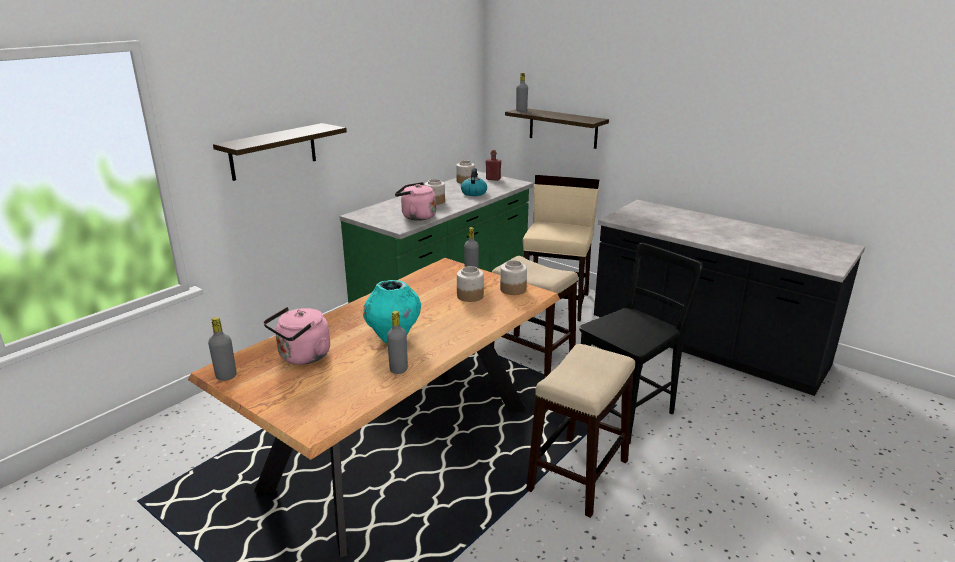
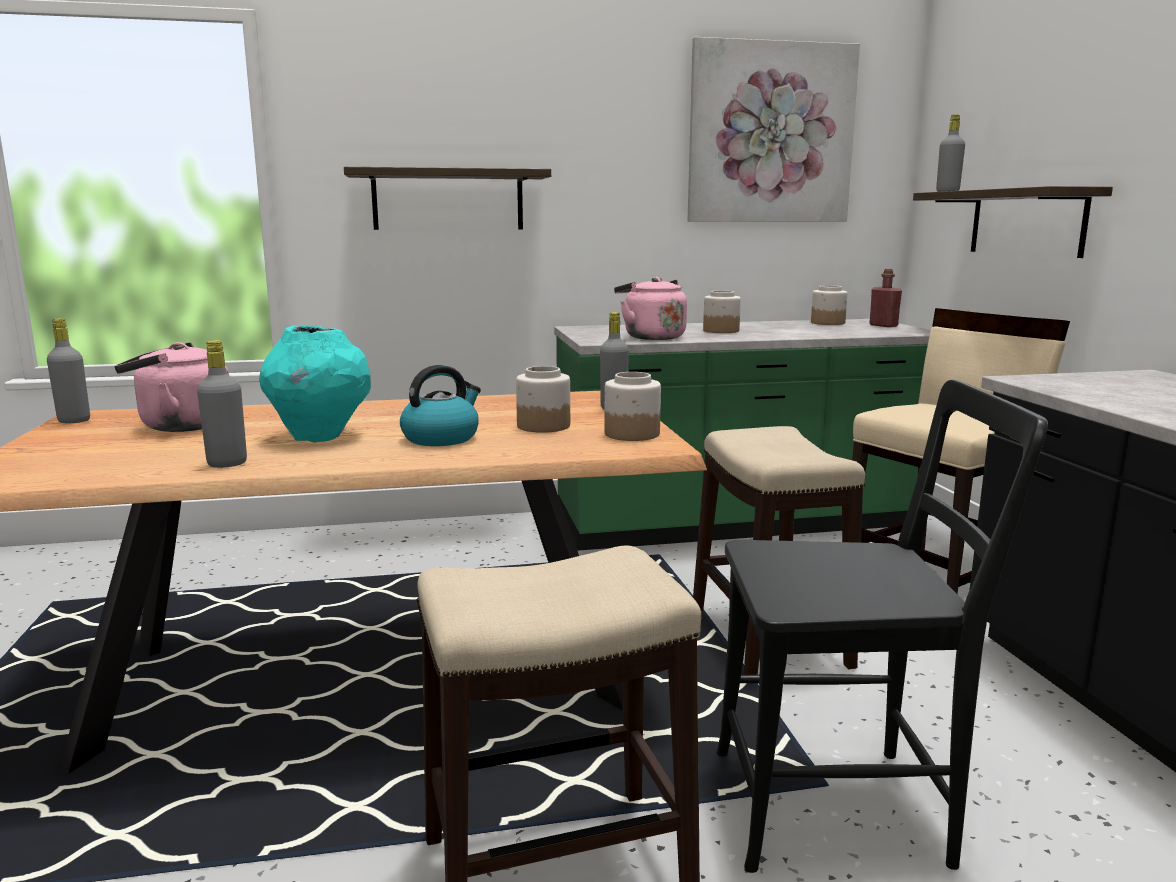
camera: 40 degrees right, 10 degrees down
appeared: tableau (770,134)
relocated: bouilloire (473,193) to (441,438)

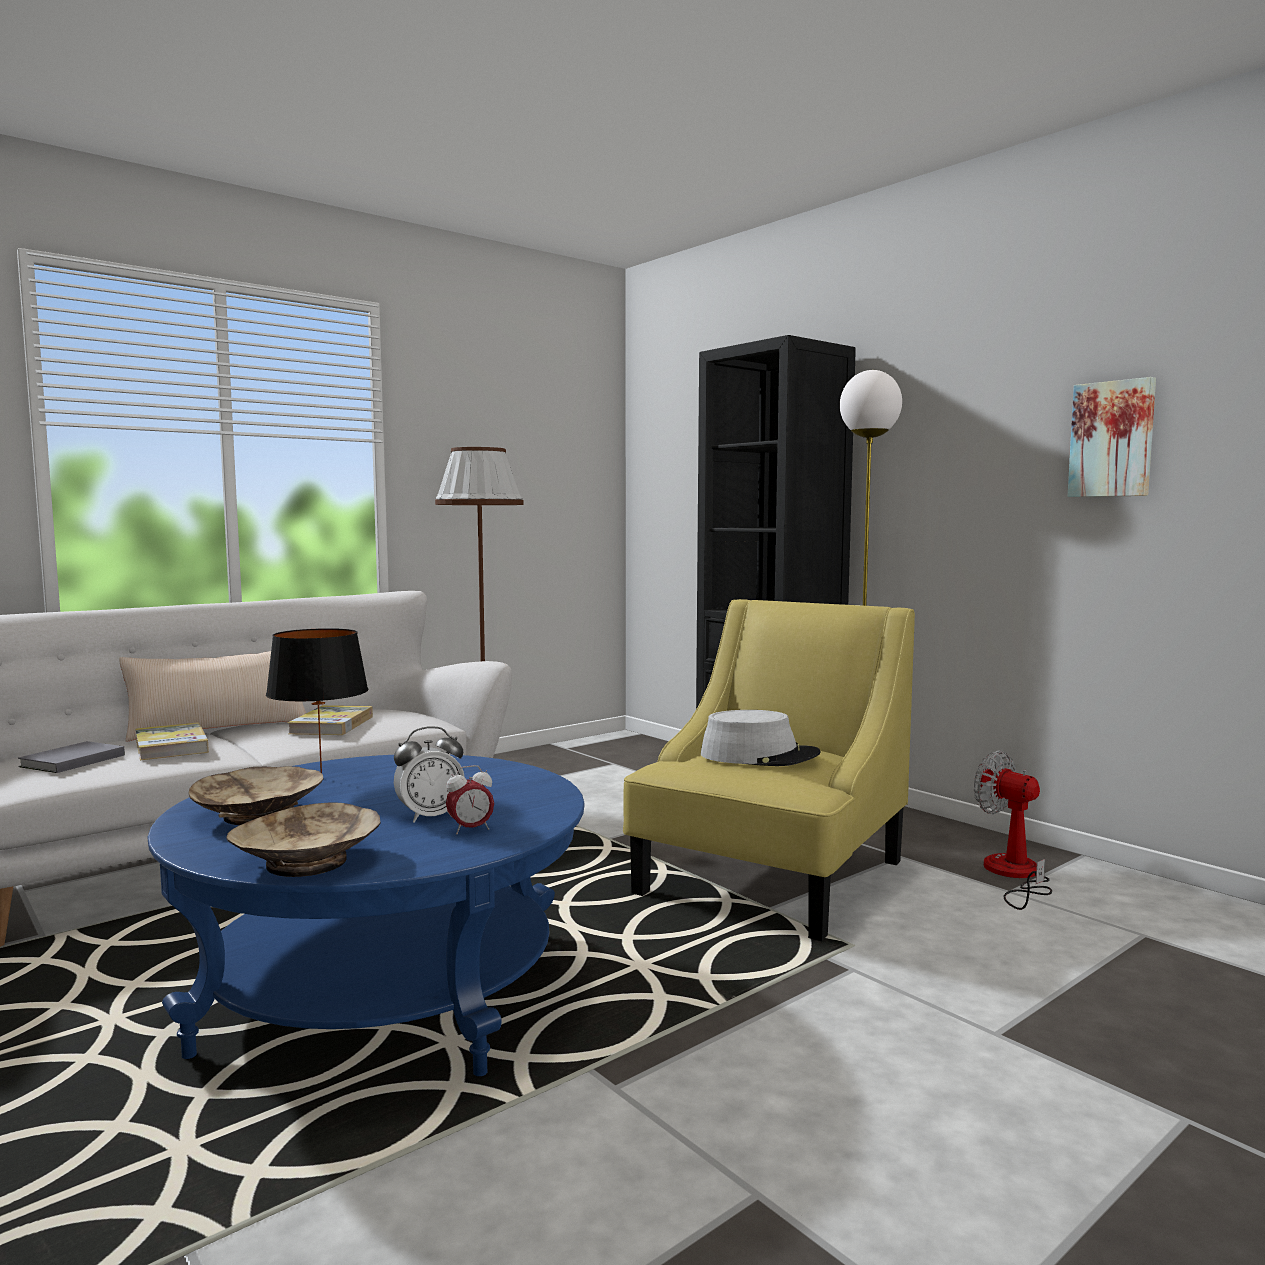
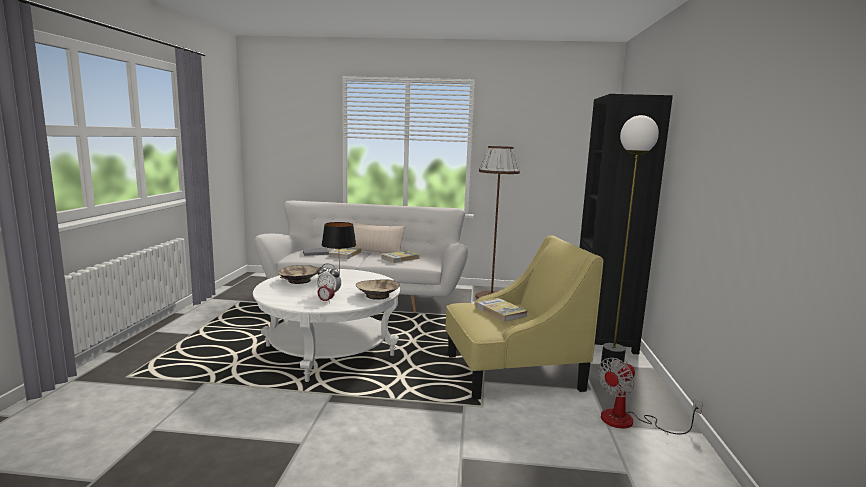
camera: 45 degrees right, 5 degrees up
missing: tableau (1112,439)
relocated: bol (beige) (307,862) to (378,295)
exchanged: chapeau (gris) (759,755) to livre (500,312)
colour: table basse (bleu) (385,991) to table basse (blanc) (329,351)
spun: ventilateur (1014,875) = (629,421) 135 degrees counterclockwise

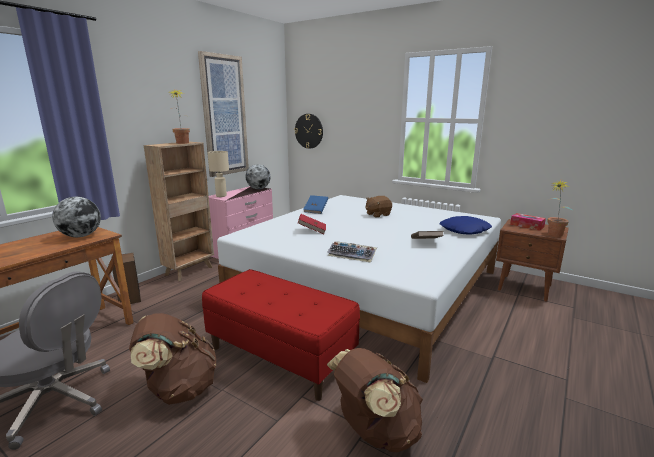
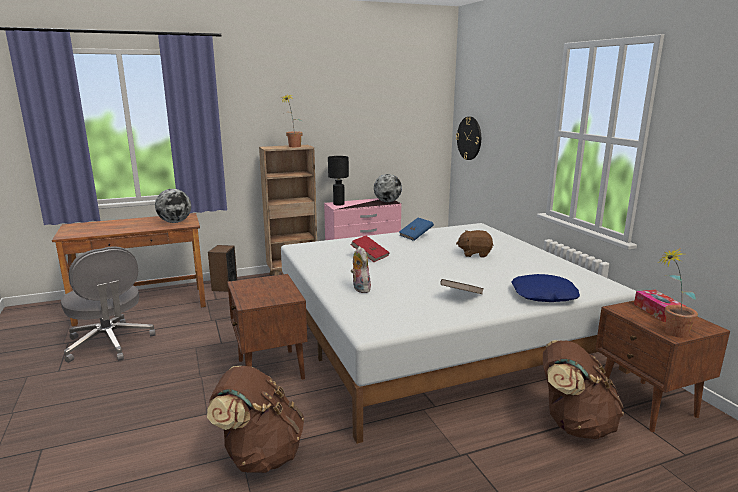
camera: 35 degrees right, 0 degrees up
missing: tableau (224,116)
relocated: sac à dos (marron) (179,389) to (574,424)
exchanged: clavier (352,255) to peluche (359,289); banc (rouge) (281,356) to table de chevet (marron) (270,370)
colour: lampe de table (beige) (221,196) to lampe de table (noir) (338,204)

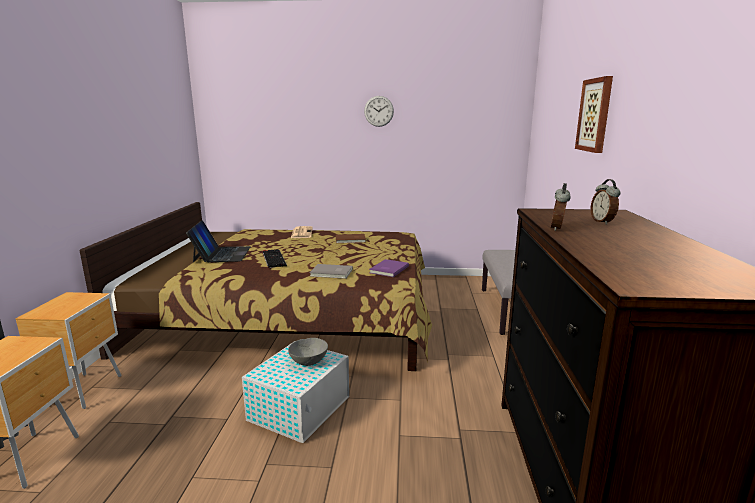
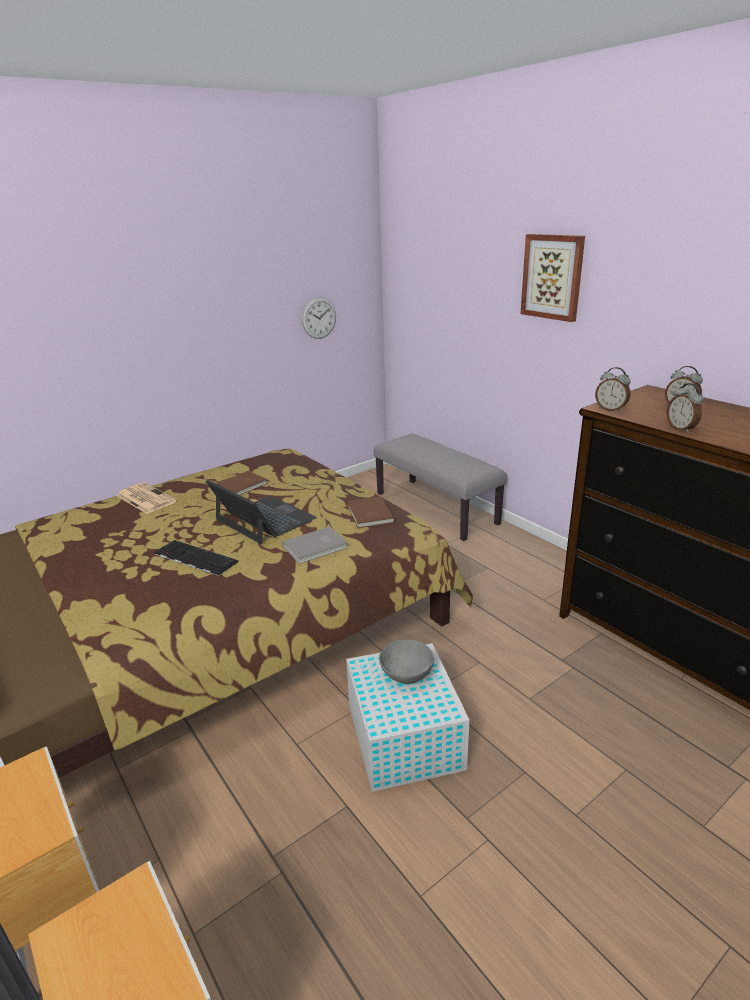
camera: 40 degrees left, 10 degrees up
appeared: réveil (610,409)
relocated: horloge murale (379,111) to (319,318); ordinateur portable (221,254) to (264,519)
colour: livre (violet) (388,269) to livre (marron) (369,514)

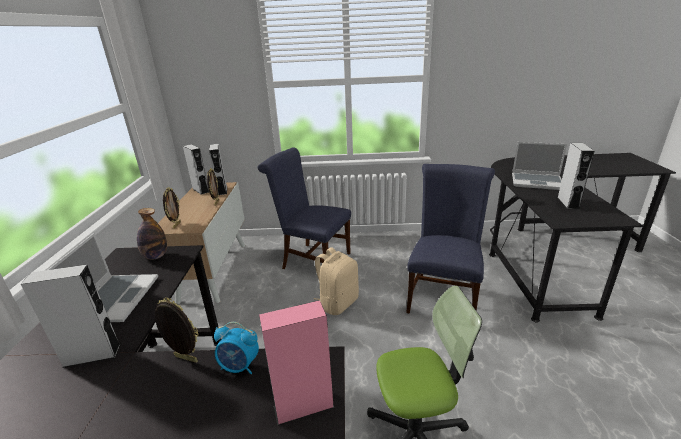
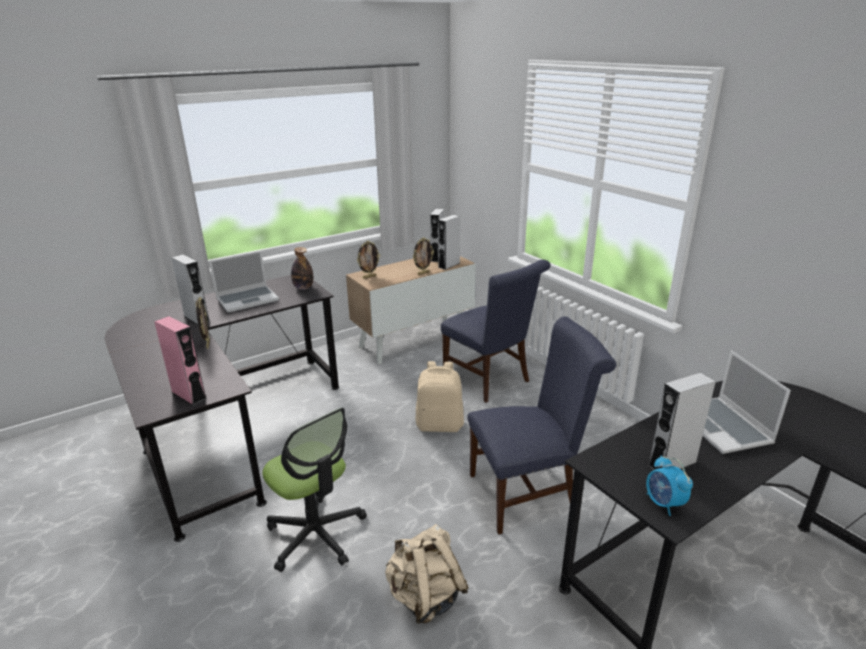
camera: 55 degrees right, 0 degrees up
appeared: sac à dos (beige) (425,597)
relocated: réveil (240,366) to (663,503)
spun: chaise (bleu) (312,260) = (490,380) 150 degrees clockwise

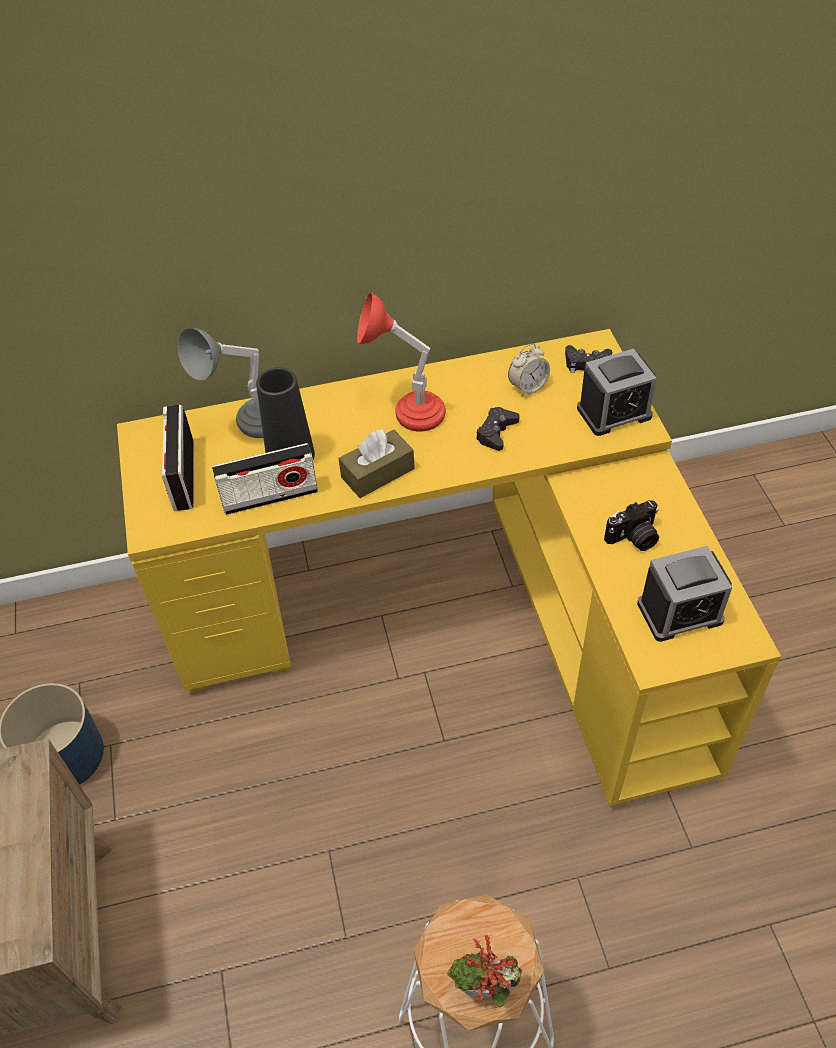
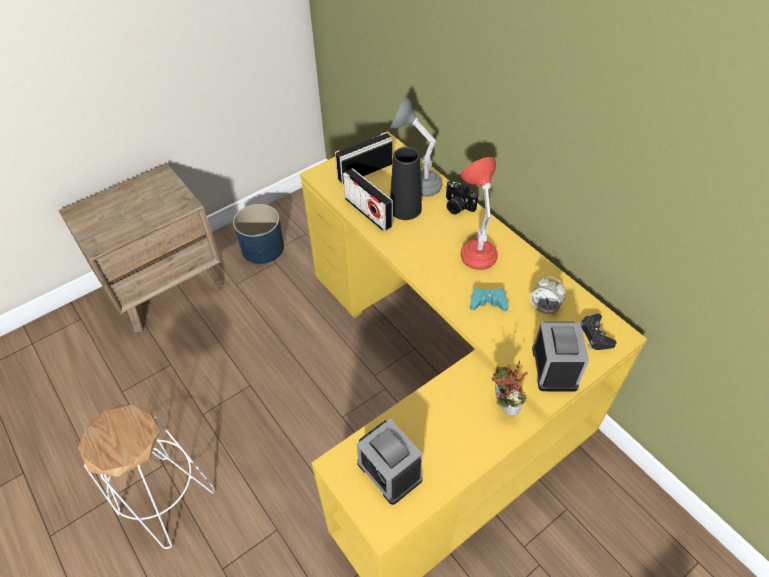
camera: 65 degrees right, 0 degrees up
missing: boîte à mouchoirs (marron) (377,473)
relocated: appareil photo (634,538) to (457,206); plante en pot (484,994) to (502,407)
colour: manette (noir) (496,432) to manette (turquoise) (488,302)
spun: réveil (614,412) = (554,368) 135 degrees counterclockwise

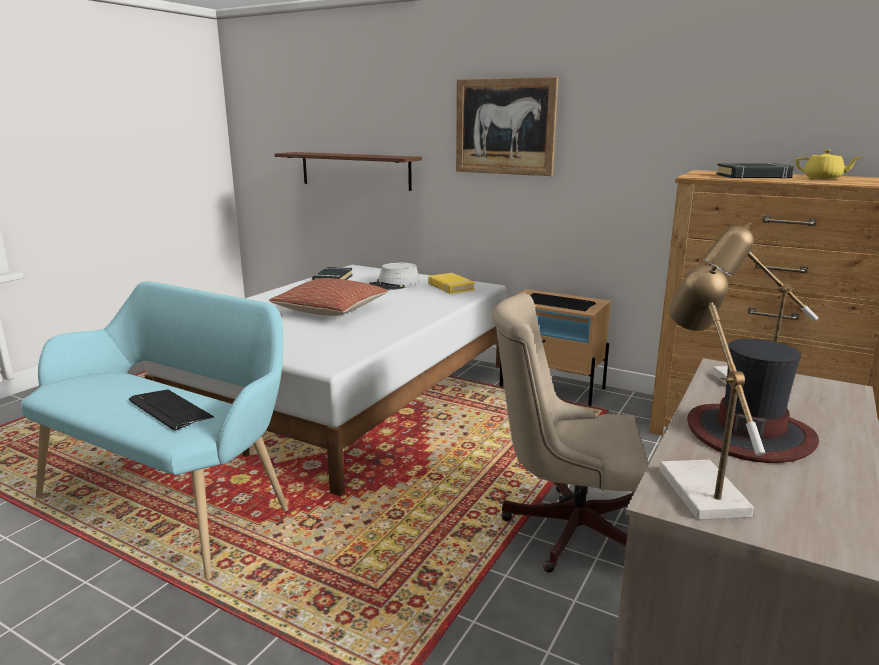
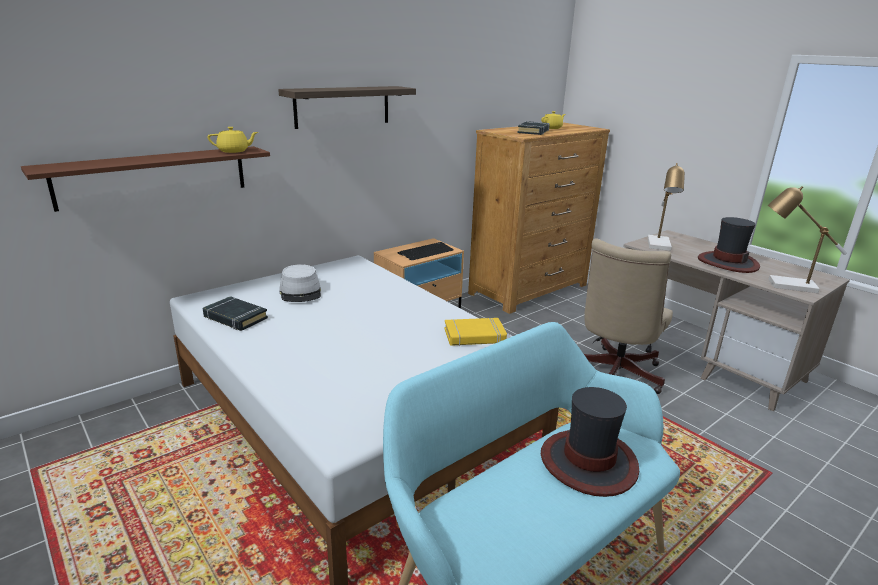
camera: 70 degrees left, 5 degrees up
missing: coussin (331,310)
appeared: théière (jaune) (234,151)
relocated: livre (jaune) (450,287) to (474,336)
exchanged: tableau (504,127) to étagère (342,106); clavier (169,410) to chapeau (589,462)

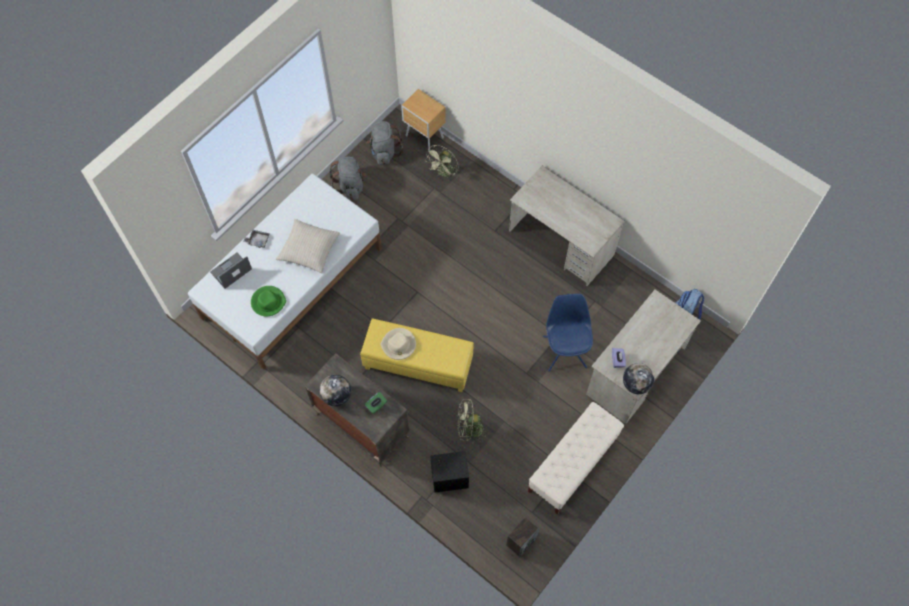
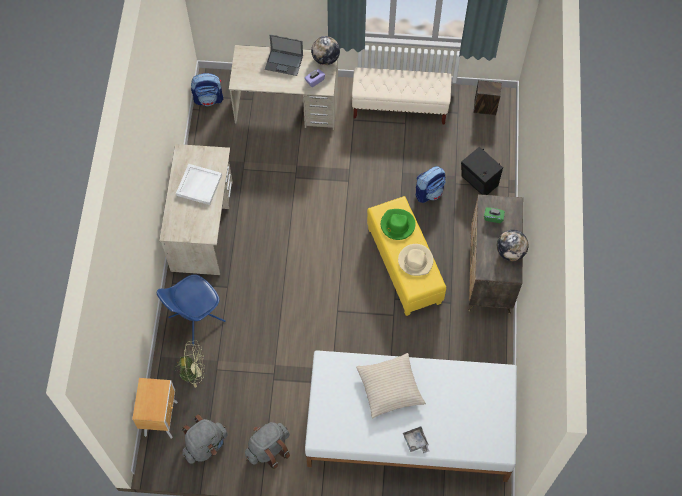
camera: 125 degrees left, 0 degrees up
appeared: plateau (blanc) (199,185)
relocated: ordinateur portable (230,271) to (284,62); chapeau (vert) (268,302) to (397,225); chaise (bleu) (564,350) to (196,320)
exchanged: ventilateur (vert) (469,430) to sac à dos (429,192)

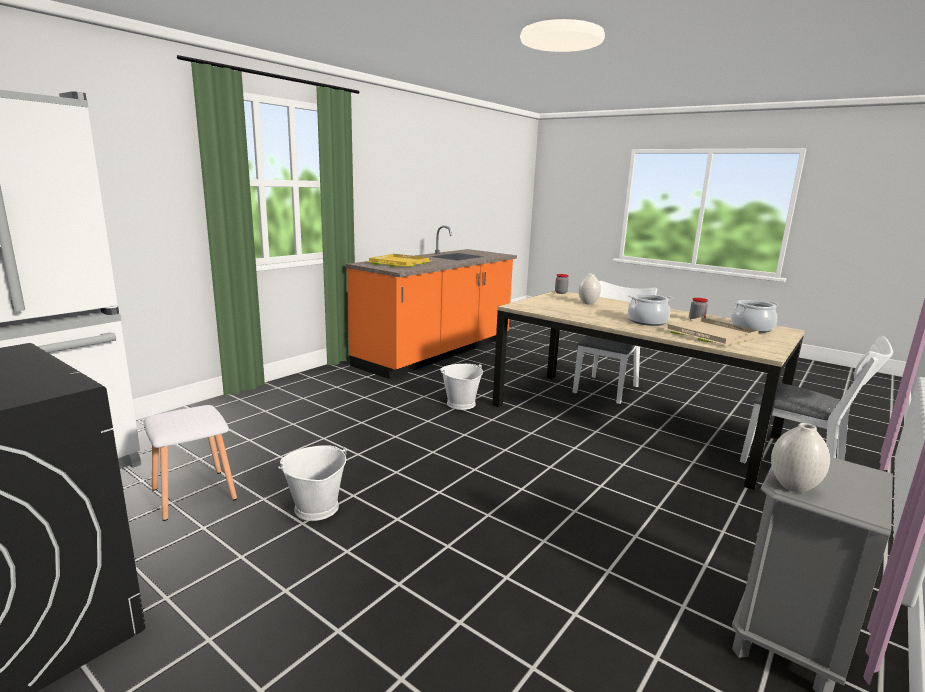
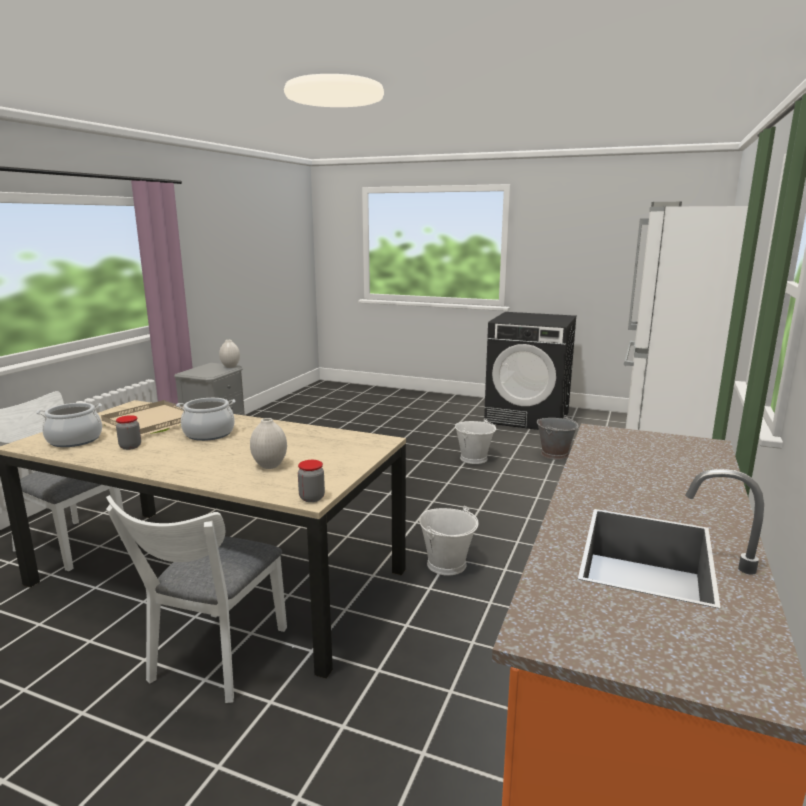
camera: 165 degrees right, 0 degrees up
missing: plateau (jaune) (398,263)
exchanged: tabouret (blanc) (193,493) to seau (gris) (555,454)

